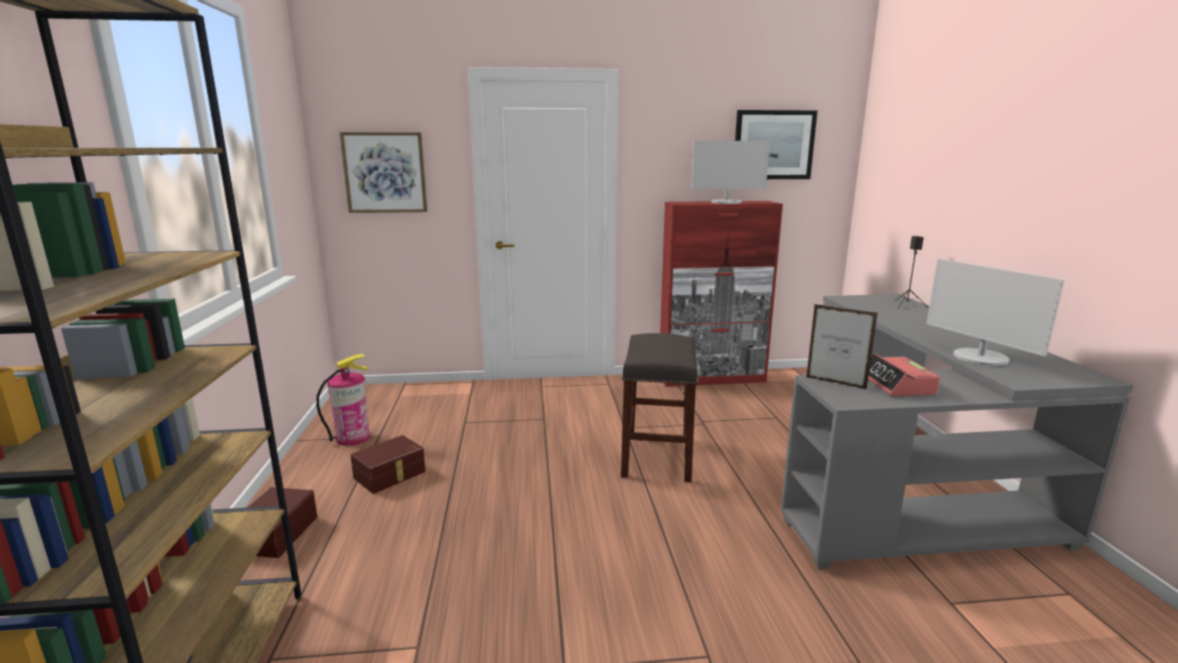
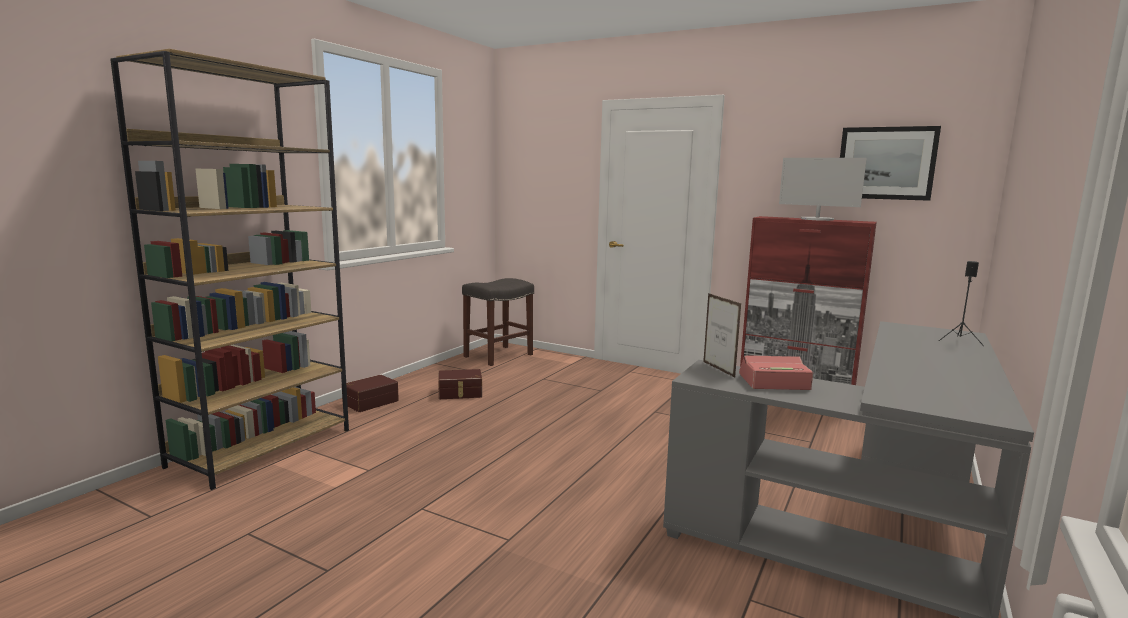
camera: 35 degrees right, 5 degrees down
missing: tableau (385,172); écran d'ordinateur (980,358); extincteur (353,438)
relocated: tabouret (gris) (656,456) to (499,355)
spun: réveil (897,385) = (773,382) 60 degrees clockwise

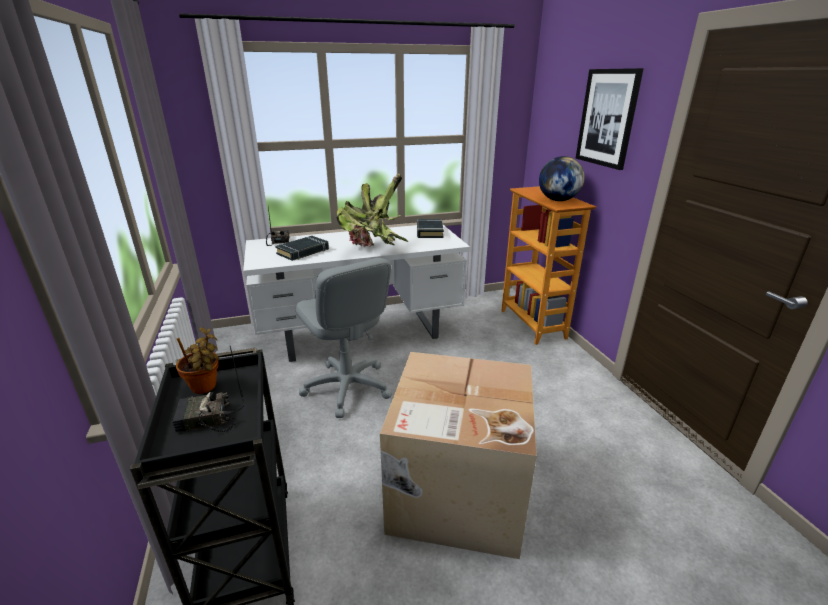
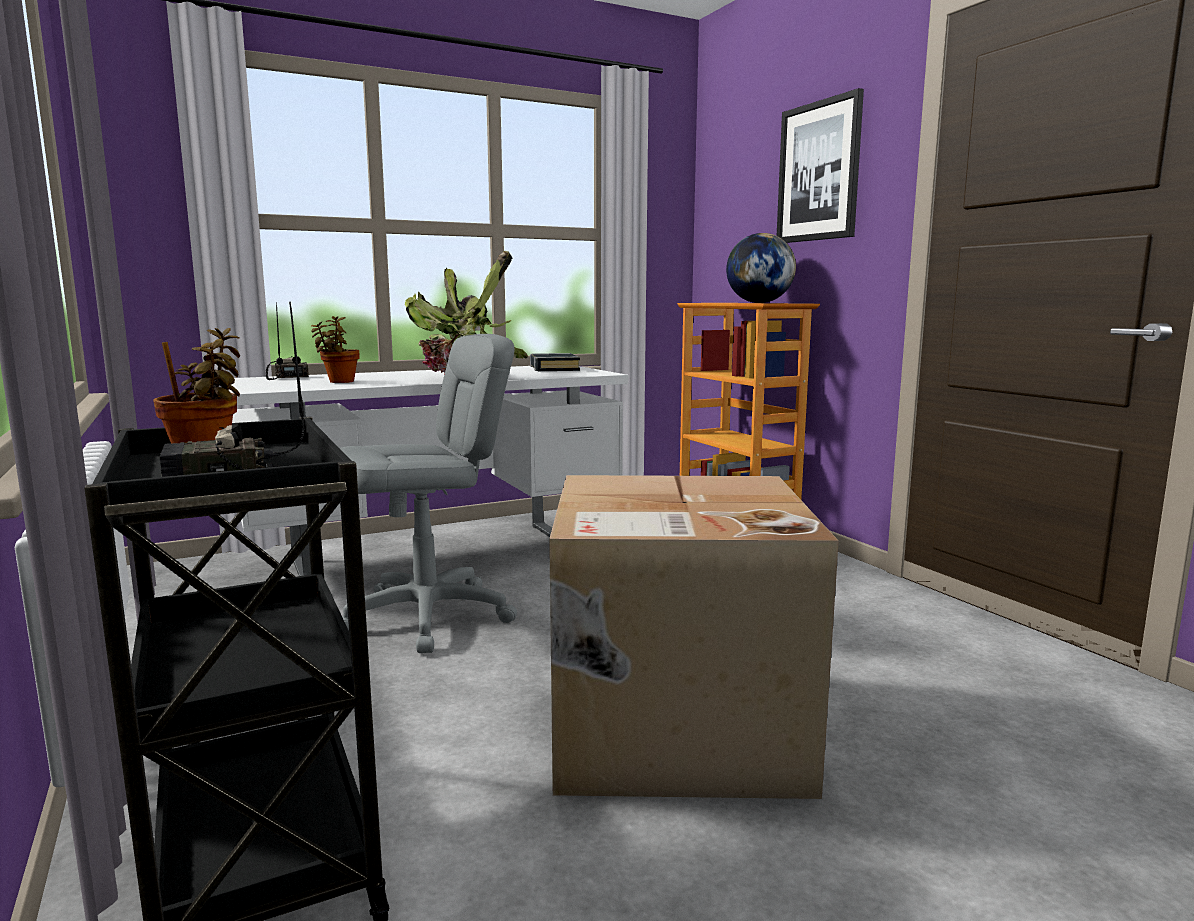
camera: 10 degrees left, 15 degrees down
exchanged: livre (noir) (303,251) to plante en pot (339,382)
spun: chaise de bureau (gris) (347,387) = (428,616) 75 degrees counterclockwise

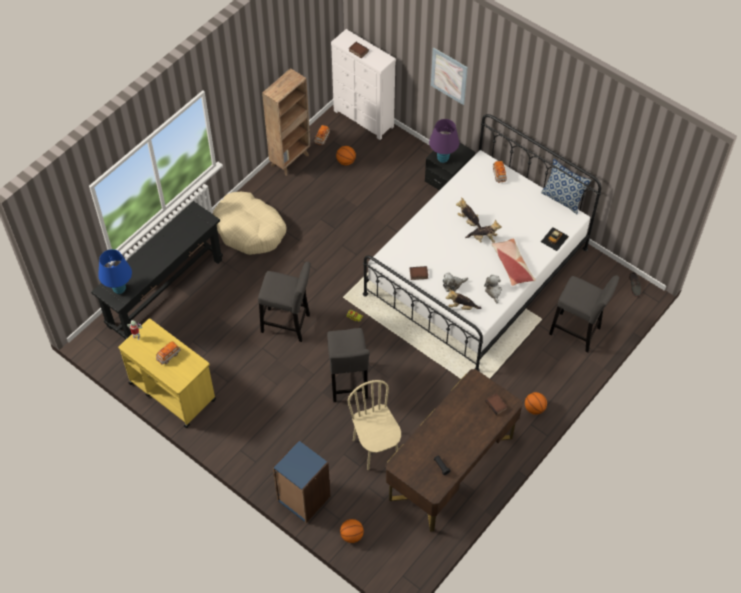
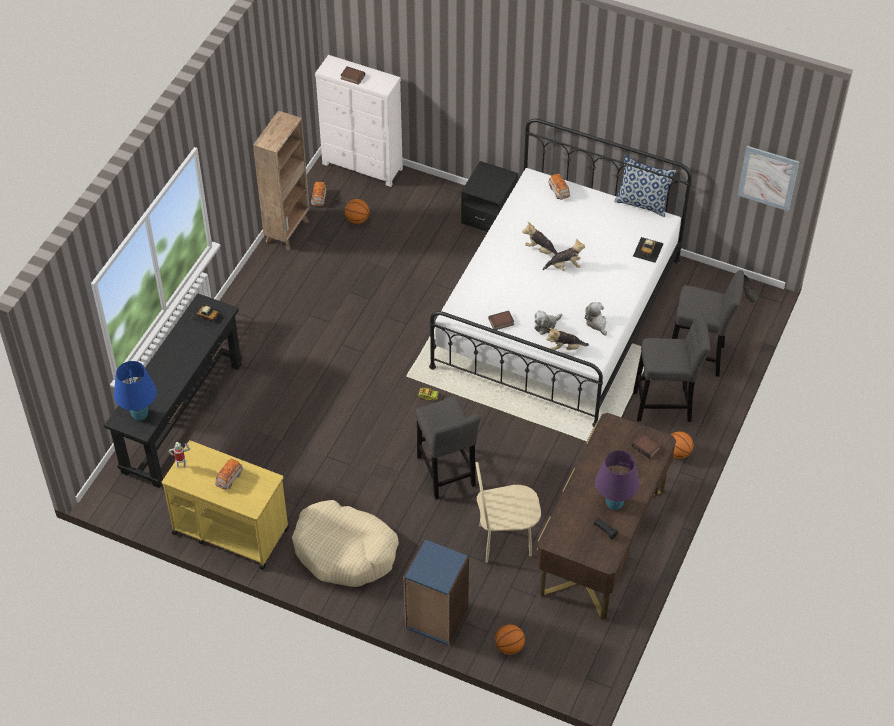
camera: 15 degrees left, 5 degrees down
missing: coussin (512,265)
appeared: petite voiture (208,315)
relocated: tableau (449,76) to (768,178); lampe de table (violet) (443,159) to (614,504); panier pour chien (beige) (250,229) to (345,551); tabouret (gris) (288,325) to (666,405)
spun: chaise (beige) (376,449) = (505,541) 60 degrees counterclockwise

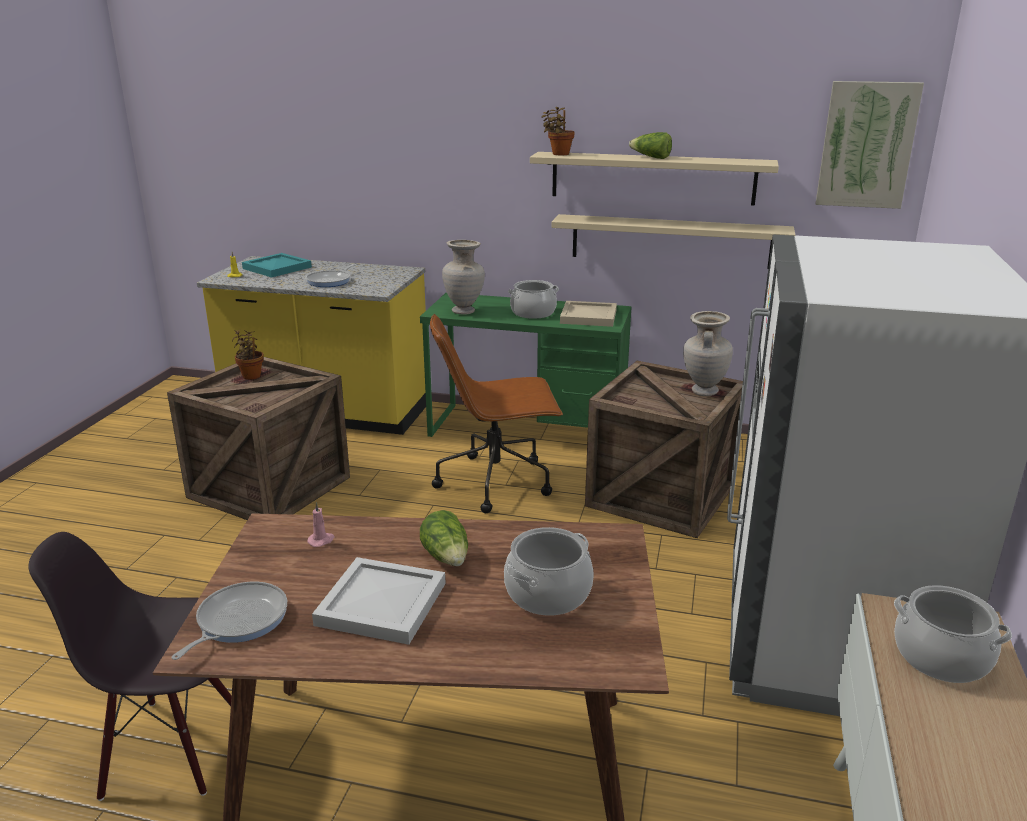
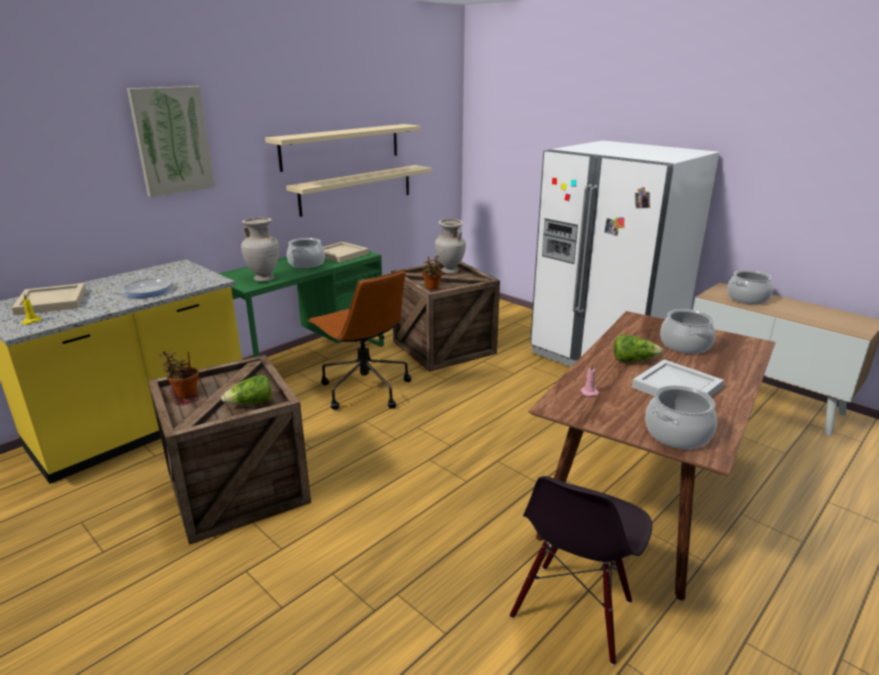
camera: 60 degrees left, 0 degrees up
relocated: tableau (866,145) to (172,140); plante en pot (558,154) to (432,288); laitue (651,157) to (251,404)
exchanged: poêle (238,621) to marmite (677,434)
colour: plateau (turquoise) (277,267) to plateau (beige) (50,302)
spun: chaise de bureau (marron) (496,482) = (364,389) 60 degrees counterclockwise

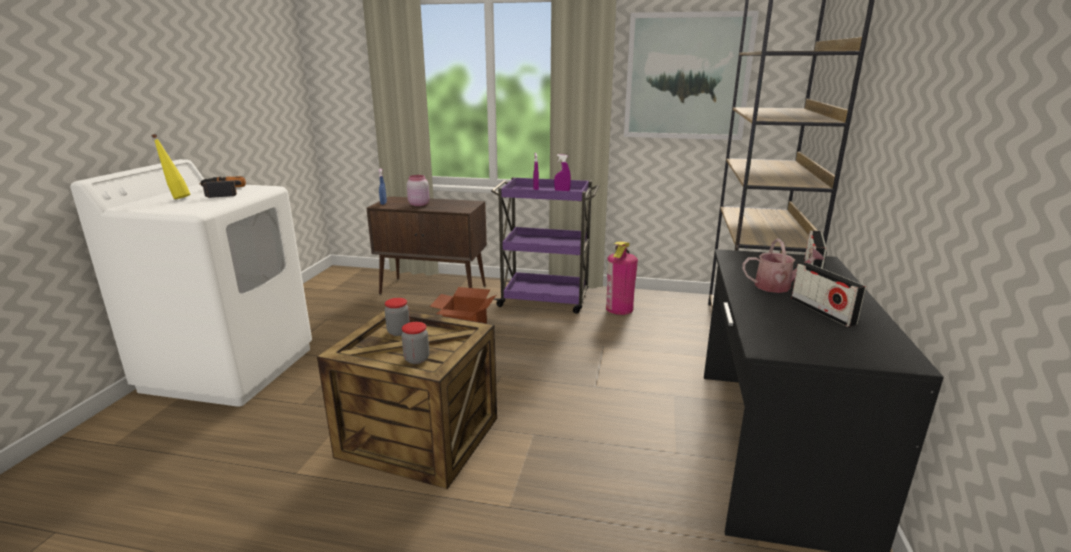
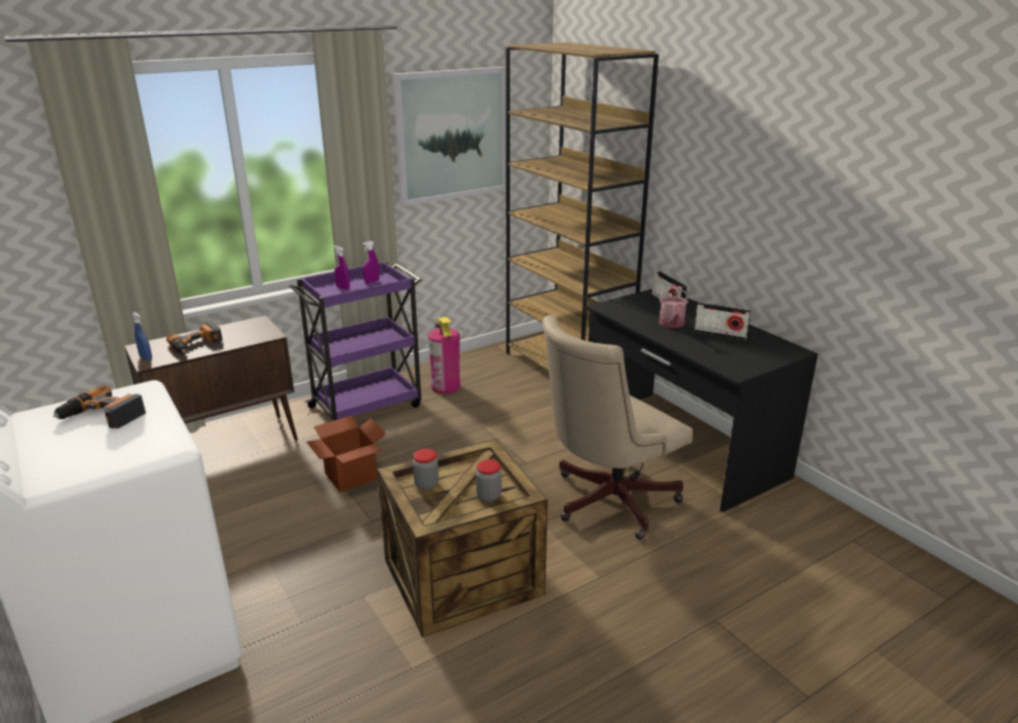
camera: 45 degrees left, 5 degrees up
missing: bouteille (jaune) (177,198)
appeared: chaise de bureau (beige) (606,502)
exchanged: bocal (rose) (418,204) to perceuse (197,345)
spun: arrosoir (778,286) = (672,324) 135 degrees clockwise

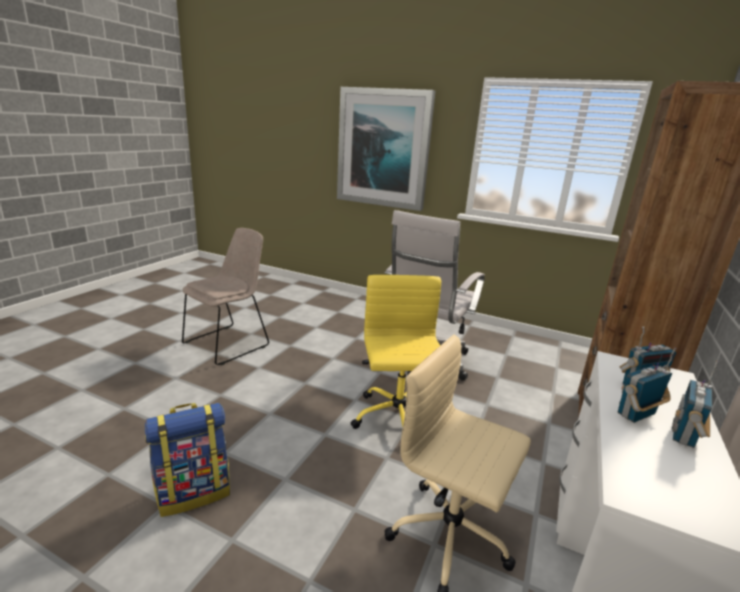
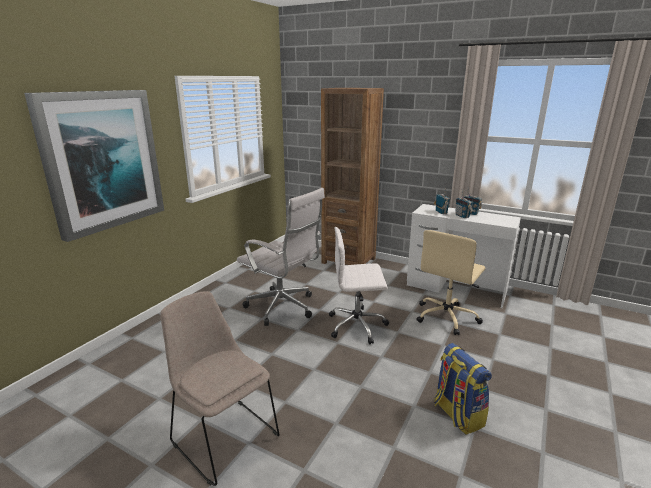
camera: 85 degrees left, 0 degrees up
colour: chaise de bureau (jaune) (397,418) to chaise de bureau (blanc) (358,325)

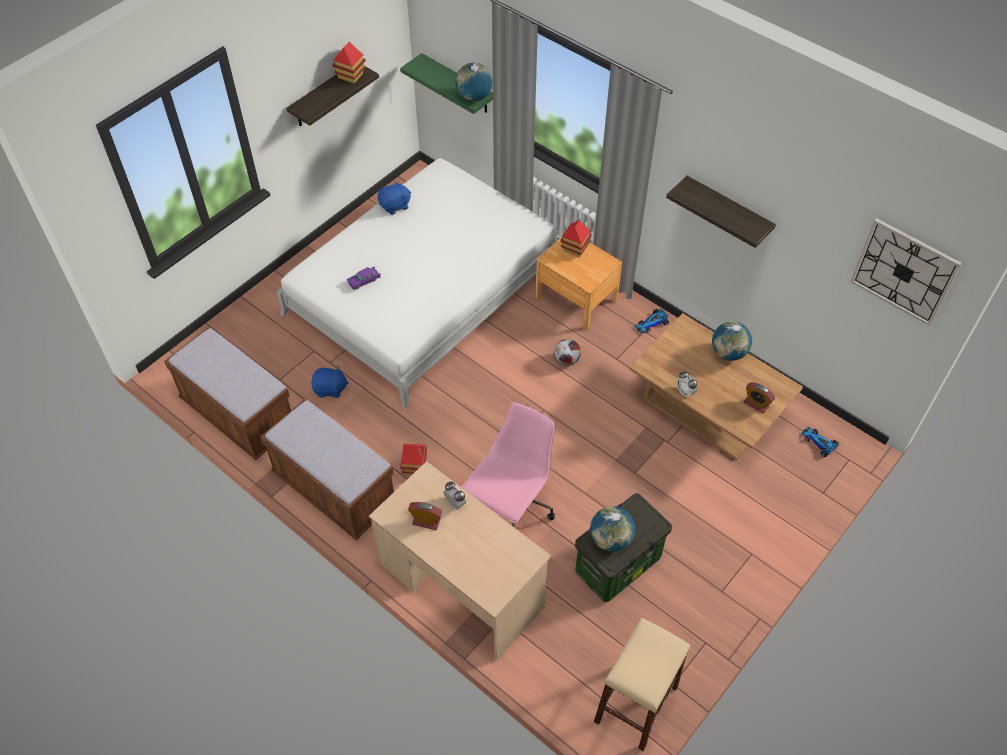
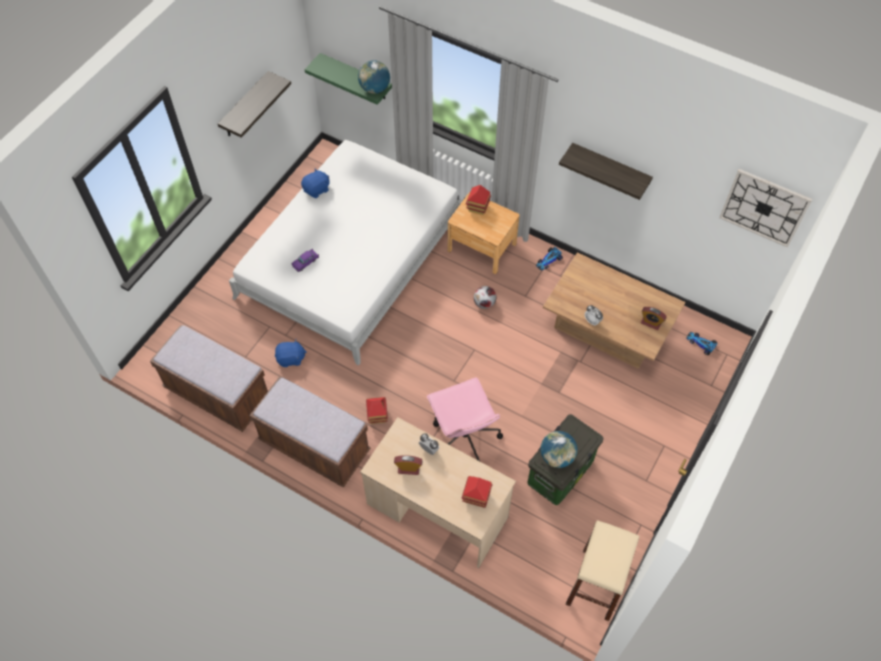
camera: 10 degrees left, 5 degrees up
missing: globe (728,353)
relocated: maison miniature (350,76) to (476,497)
spun: chaise de bureau (rose) (510,509) = (464,439) 135 degrees clockwise

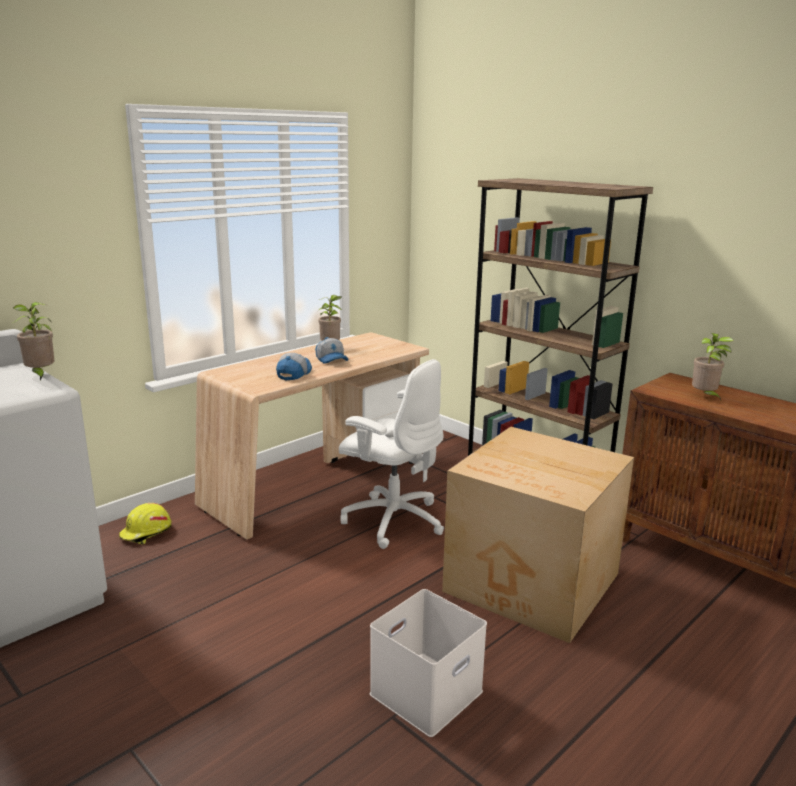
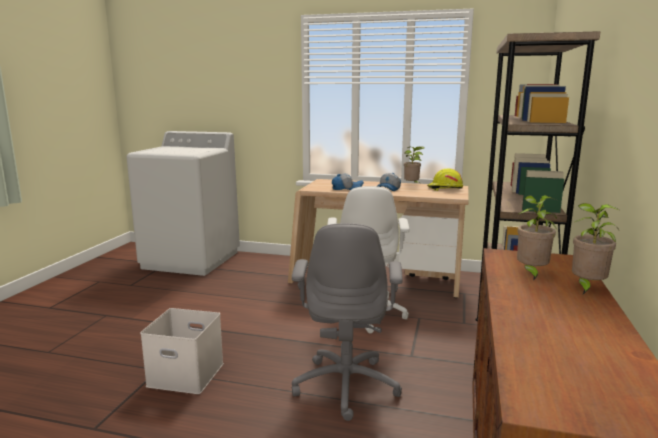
camera: 60 degrees right, 5 degrees down
relocated: plante en pot (40,375) to (586,288); casque de chantier (jaune) (146,533) to (444,188)
exchanged: carton (533,584) to chaise de bureau (gris) (346,385)

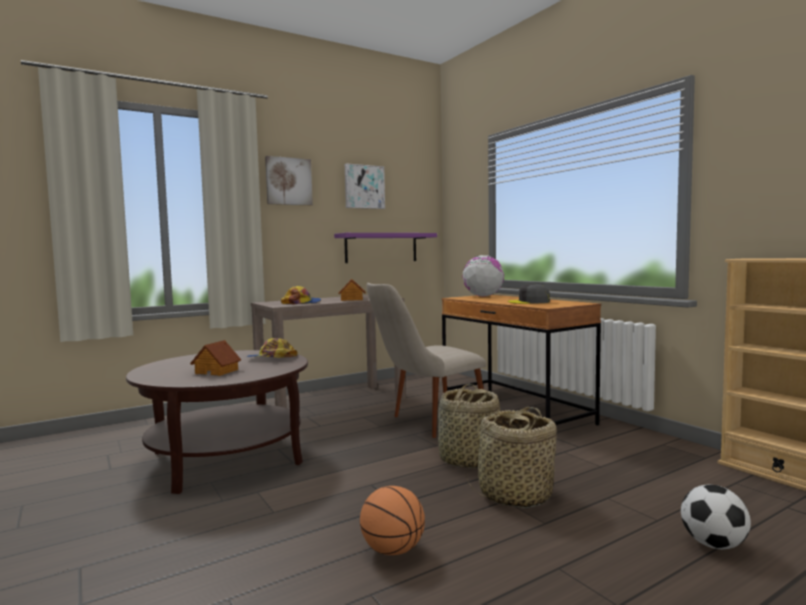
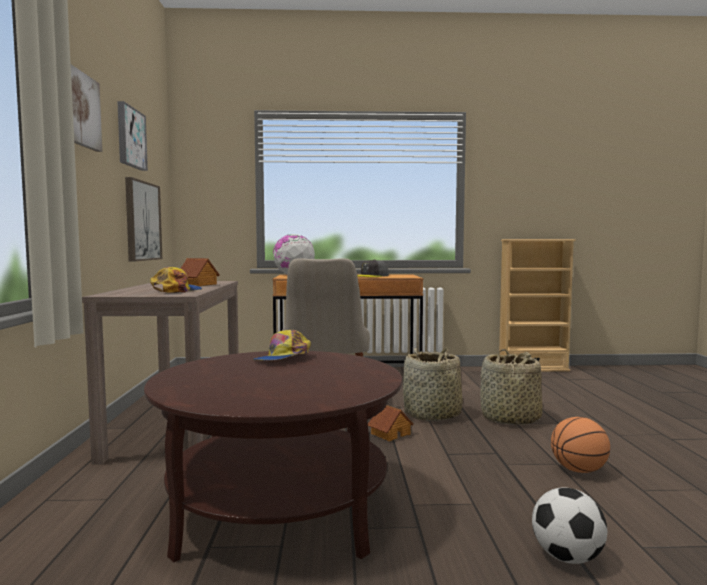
camera: 60 degrees left, 0 degrees up
relocated: maison miniature (217,371) to (390,434); ballon de foot (713,544) to (567,557)
exchanged: étagère (violet) (381,248) to tableau (142,221)

